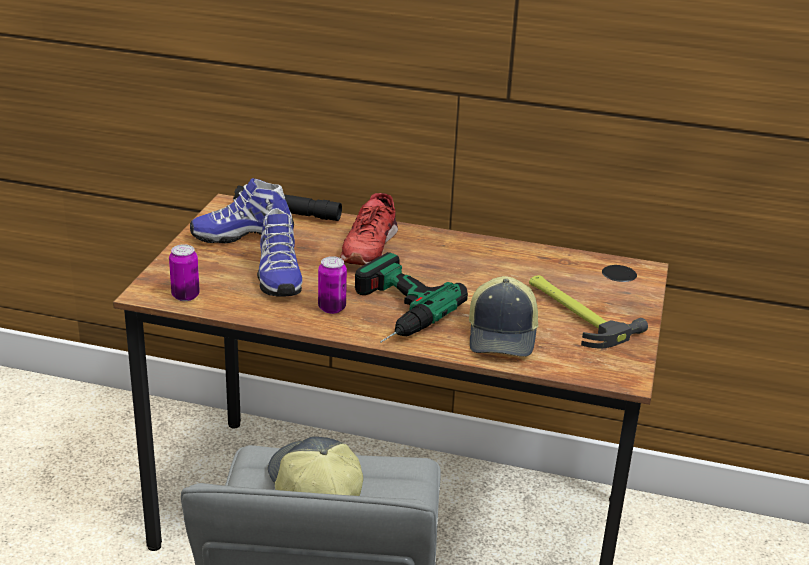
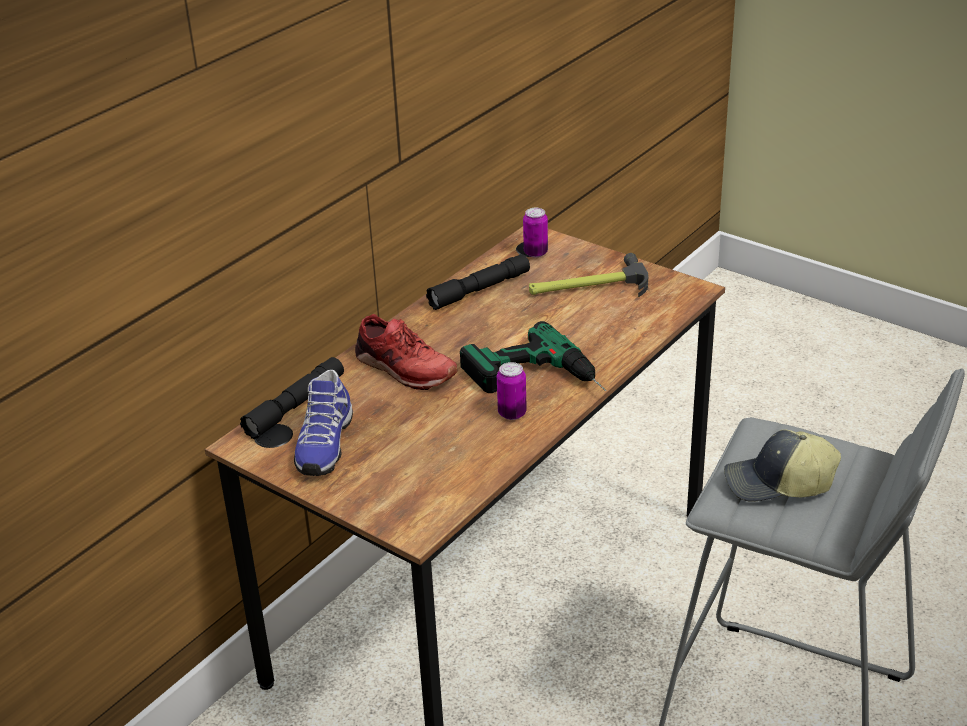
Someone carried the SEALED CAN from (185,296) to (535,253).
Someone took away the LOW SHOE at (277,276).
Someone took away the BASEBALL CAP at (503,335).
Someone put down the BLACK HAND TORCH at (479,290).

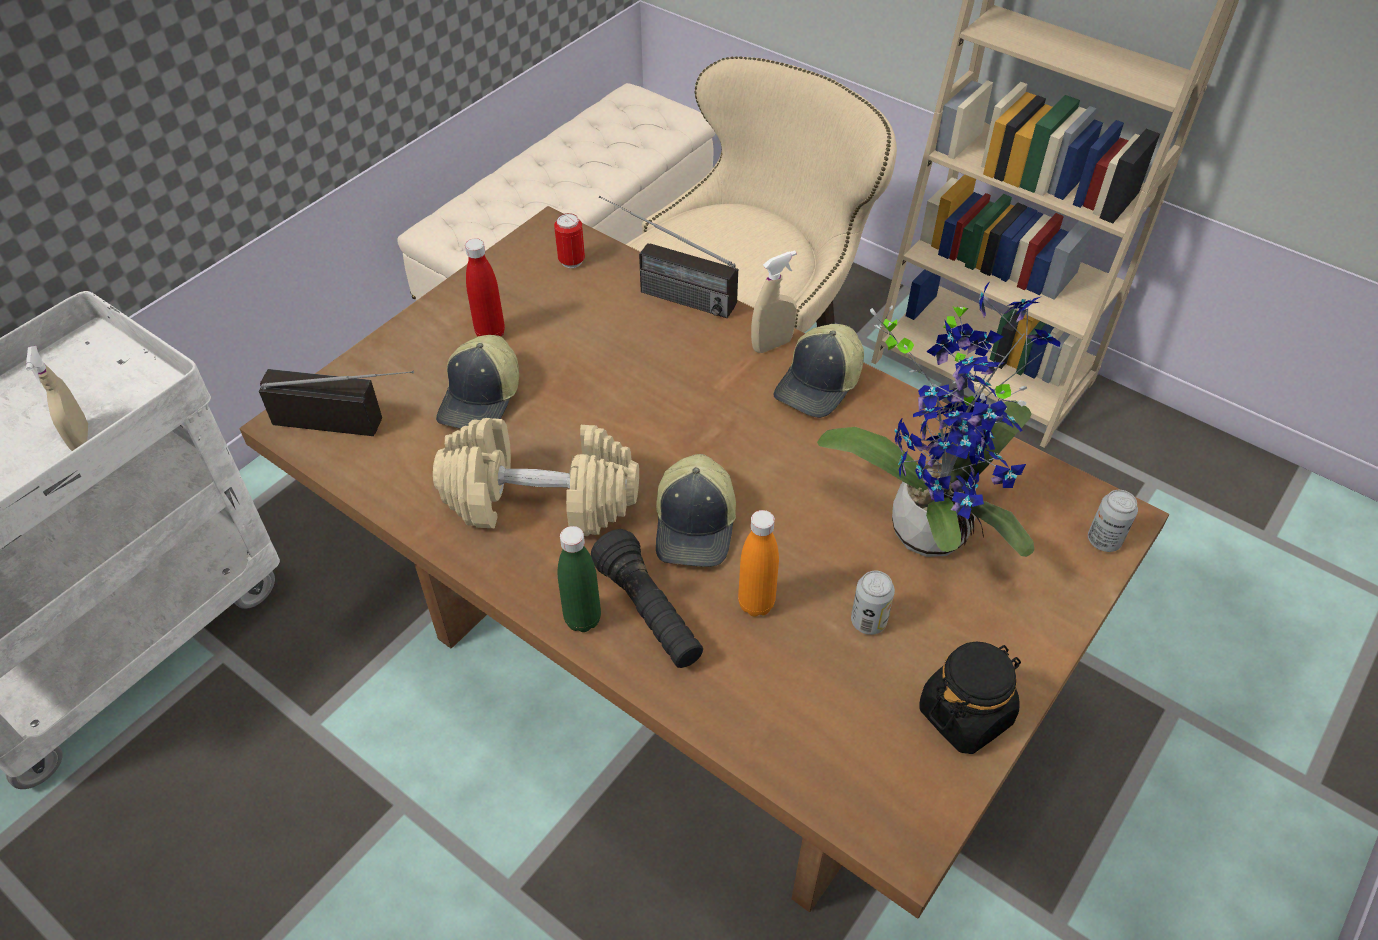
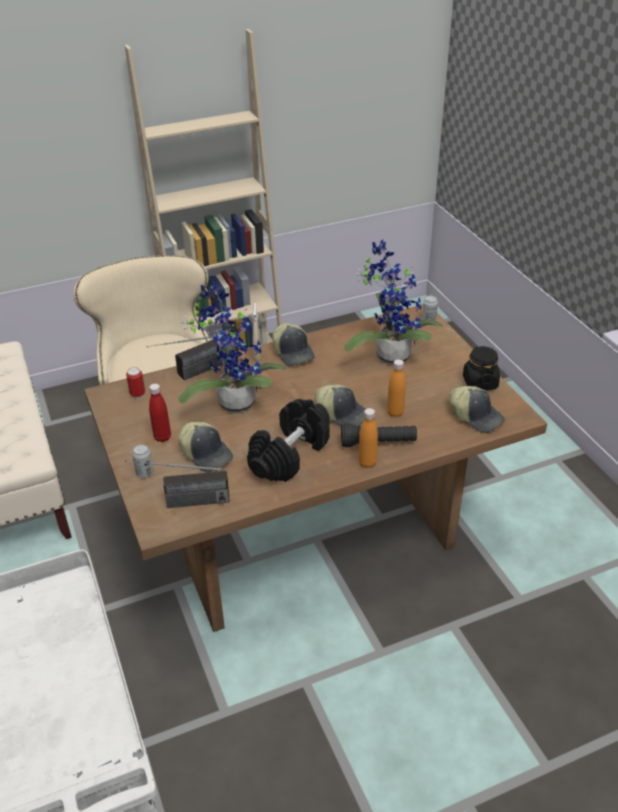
Someone took away the SAND-COLOURED SPRAY BOTTLE at (81,438).
Someone rotated the RADIO RECEIVER at (356,422) by 135 degrees counterclockwise.
Someone repainted the SAND-COLOURED DUMBBELL at (541,500), which became the BLACK DUMBBELL at (289,454).
Someone repainted the GREENISH BOTTLE at (582,619), which became the ORANGEY BOTTLE at (367,463).
Someone carried the SEALED CAN from (868,621) to (145,473).
Someone put down the POTTED PLANT at (233,401).
Someone put down the BASEBALL CAP at (476,416).

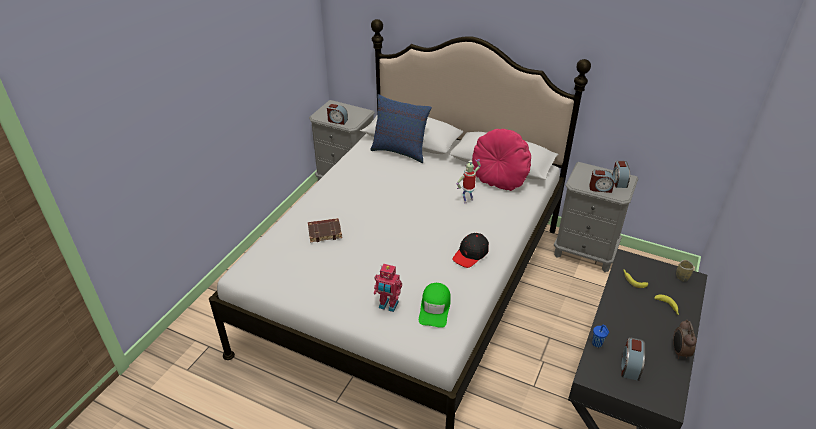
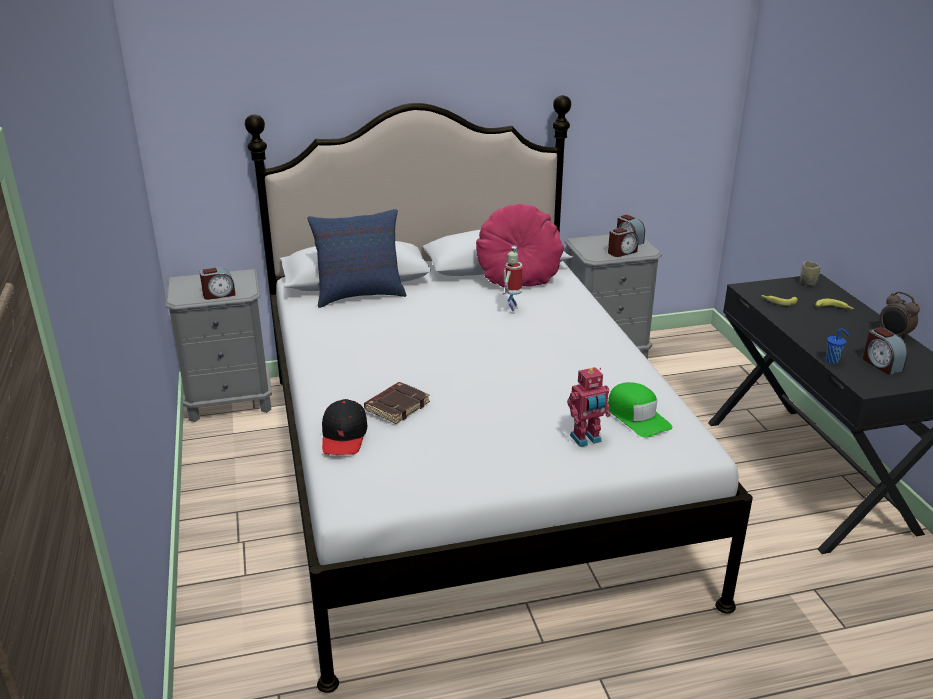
Someone carried the BLACK BASEBALL CAP from (471,254) to (344,436).

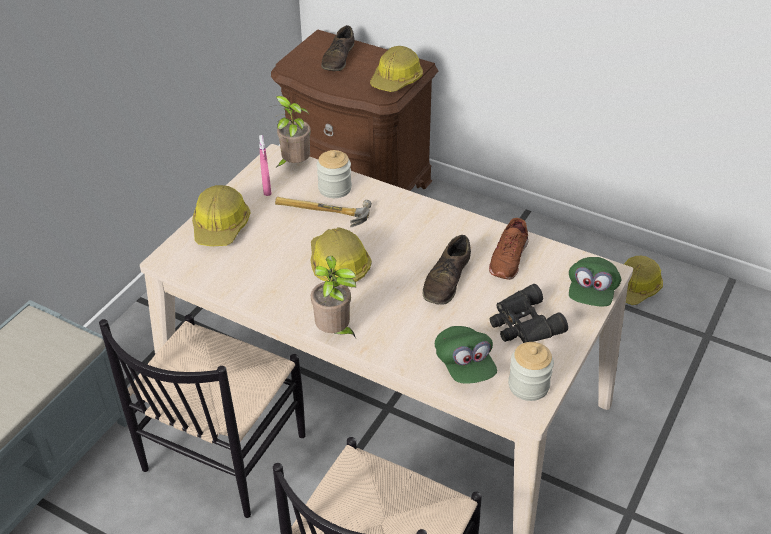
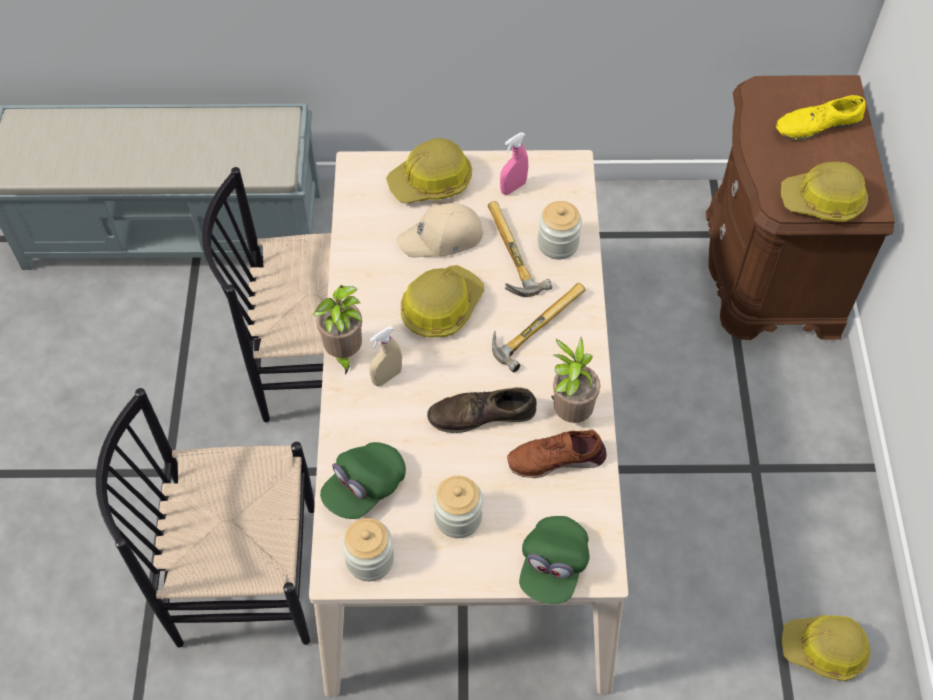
Someone carried the POTTED PLANT from (294,164) to (570,411).
Someone repainted the BROWN LOW SHOE at (338,58), which became the YELLOWISH LOW SHOE at (817,125).
Someone swapped the BLACK BINOCULARS at (523,324) for the STORAGE JAR at (458,517).
Someone rotated the GREENISH BASEBALL CAP at (591,293) by 60 degrees counterclockwise.
Someone put down the SAND-COLOURED SPRAY BOTTLE at (387,377).
Someone put down the SAND-COLOURED BASEBALL CAP at (442,238).
Someone put down the HAND HAMMER at (535,324).

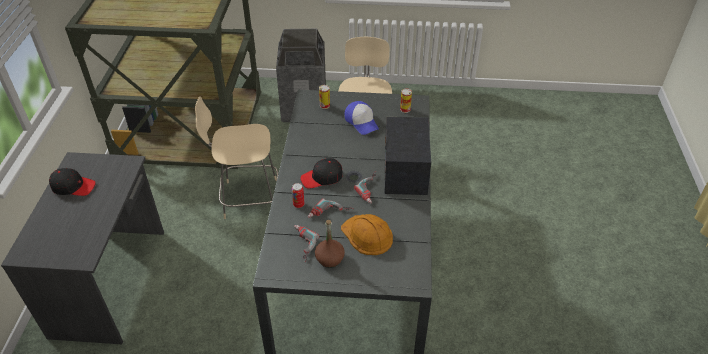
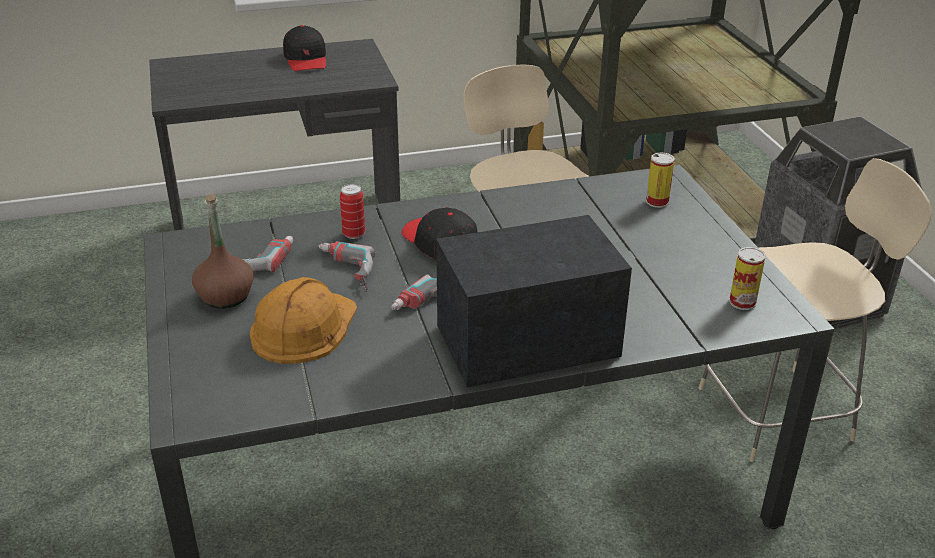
Someone took away the BASEBALL CAP at (361,122).

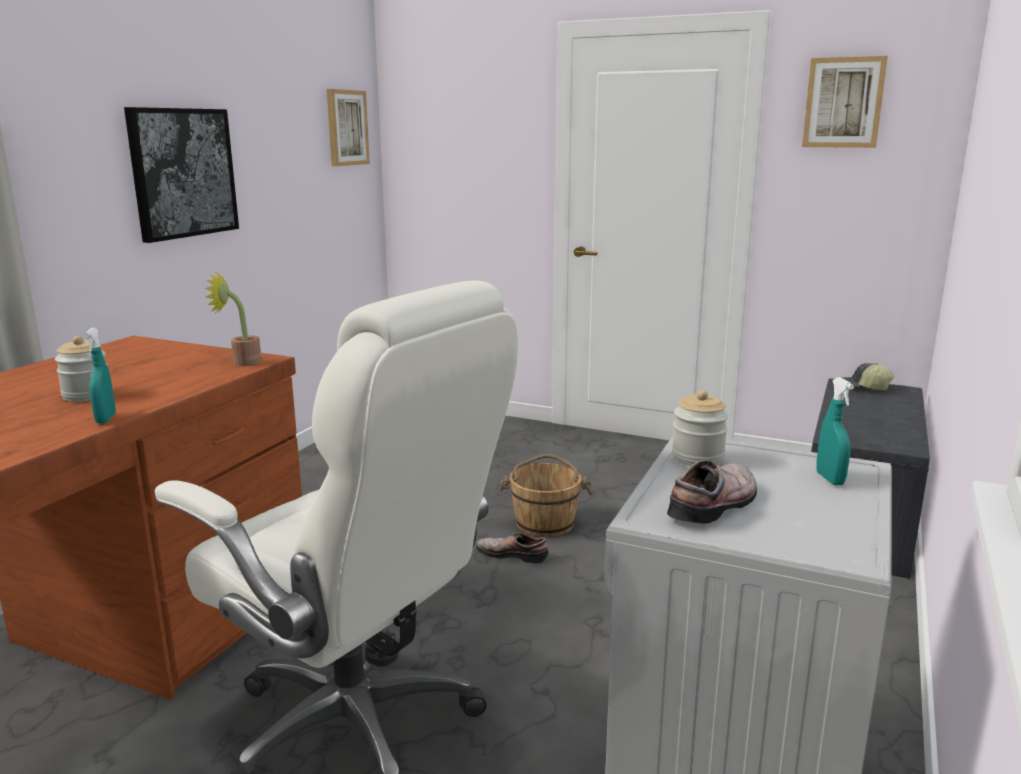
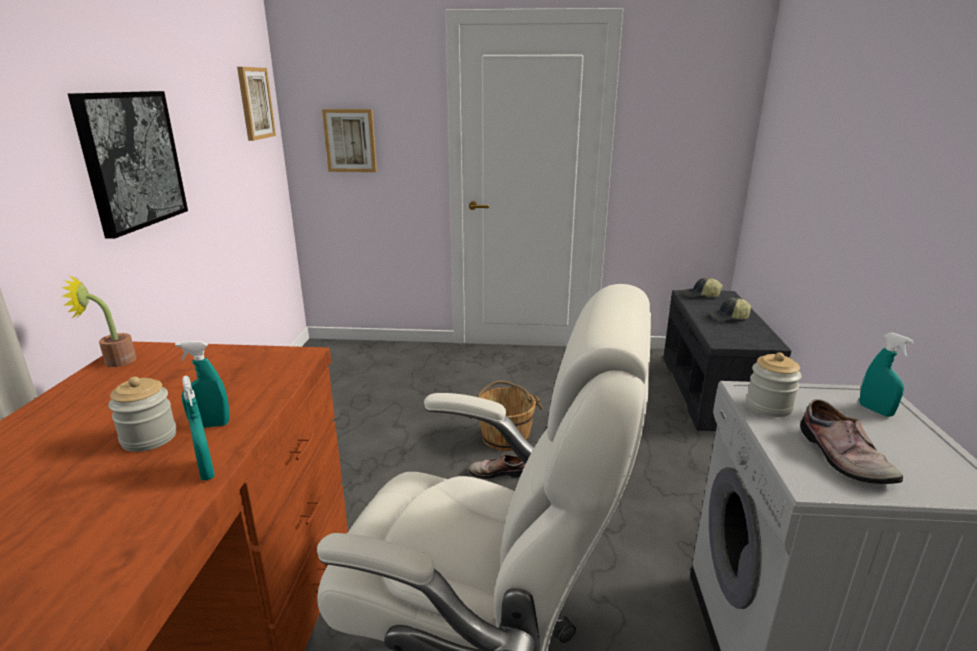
Someone carried the POTTED PLANT from (241,362) to (114,361).
Someone rotated the LOW SHOE at (716,504) by 150 degrees clockwise.
Someone carried the WALL PICTURE from (843,103) to (350,140).
Someone put down the BLUE-GREEN SPRAY BOTTLE at (210,425).
Someone put down the BASEBALL CAP at (728,318).

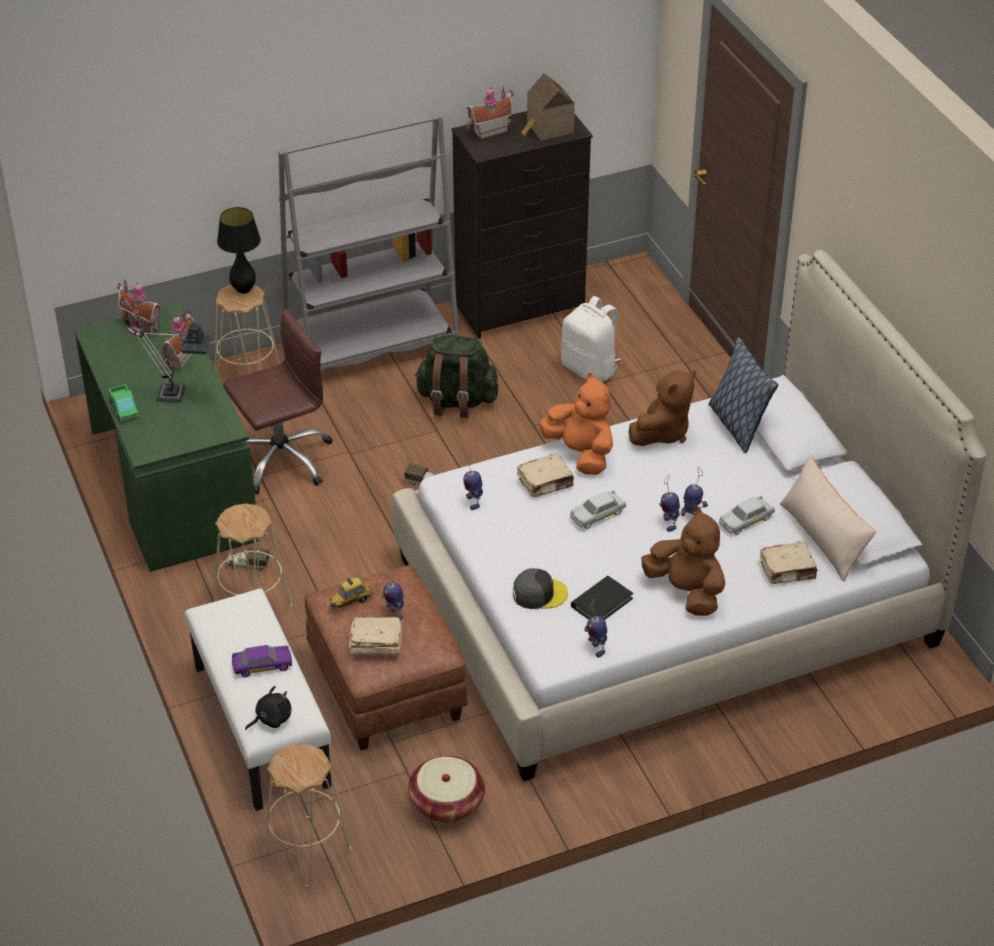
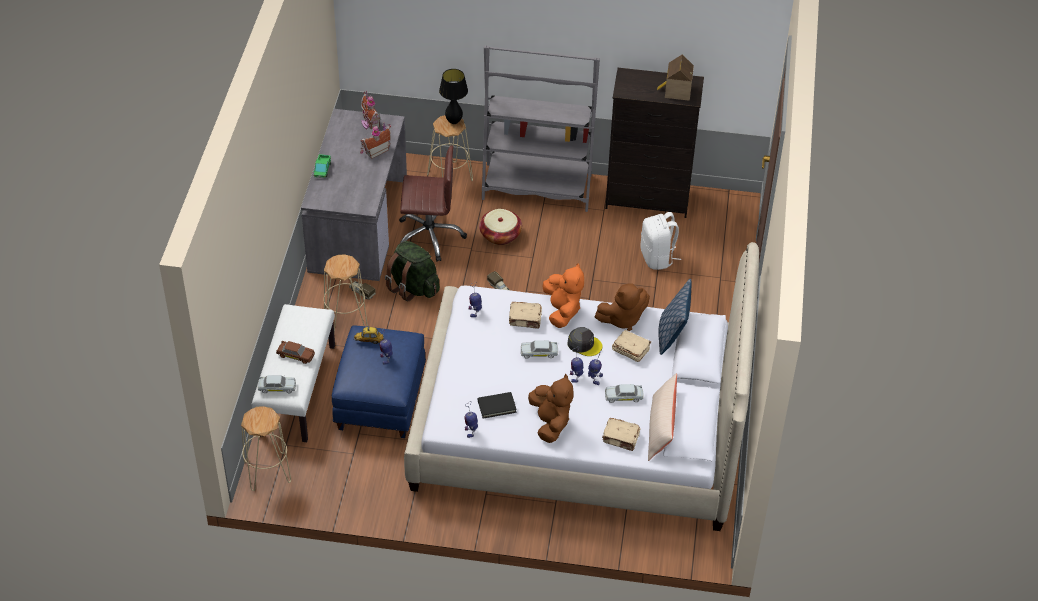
Someone repainted the GREENISH DESK TABLE at (171,484), which became the GRAY DESK TABLE at (357,224).
Someone took away the TABLETOP LAMP at (179,395).
Someone repainted the PURPLISH TOY CAR at (262,665), which became the BROWN TOY CAR at (295,355).
Someone swapped the BLACK CUDDLY TOY at (271,719) for the WHITE TOY CAR at (277,387).
Someone repainted the BROWN FOOTREST at (388,687), which became the BLUISH FOOTREST at (381,401).
Someone carried the SAND-COLOURED BOOK from (375,643) to (630,350).
Someone carried the HOUSEHOLD BASKET from (447,803) to (500,235).
Someone carried the GREENISH KNAPSACK from (456,401) to (413,287).
Someone took away the TOY HOUSE at (488,130).
Someone carried the GRAY BASEBALL CAP from (539,593) to (584,344).

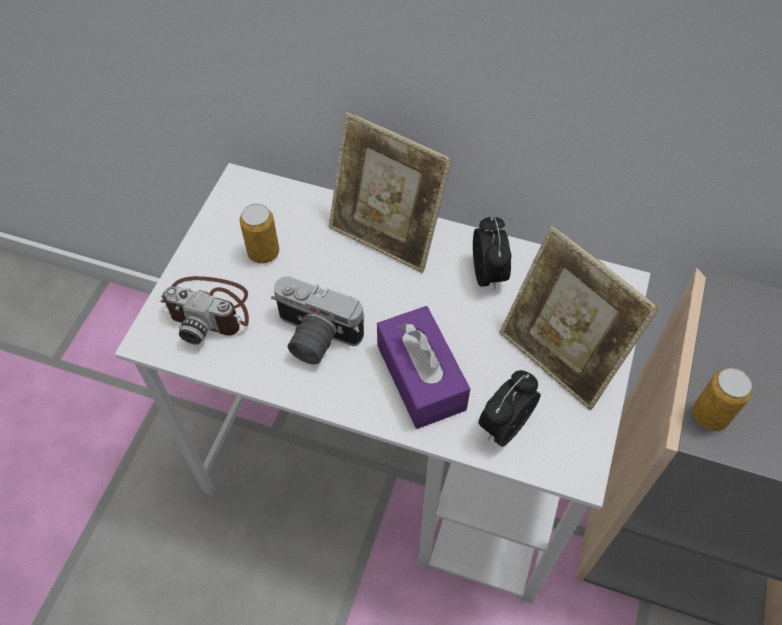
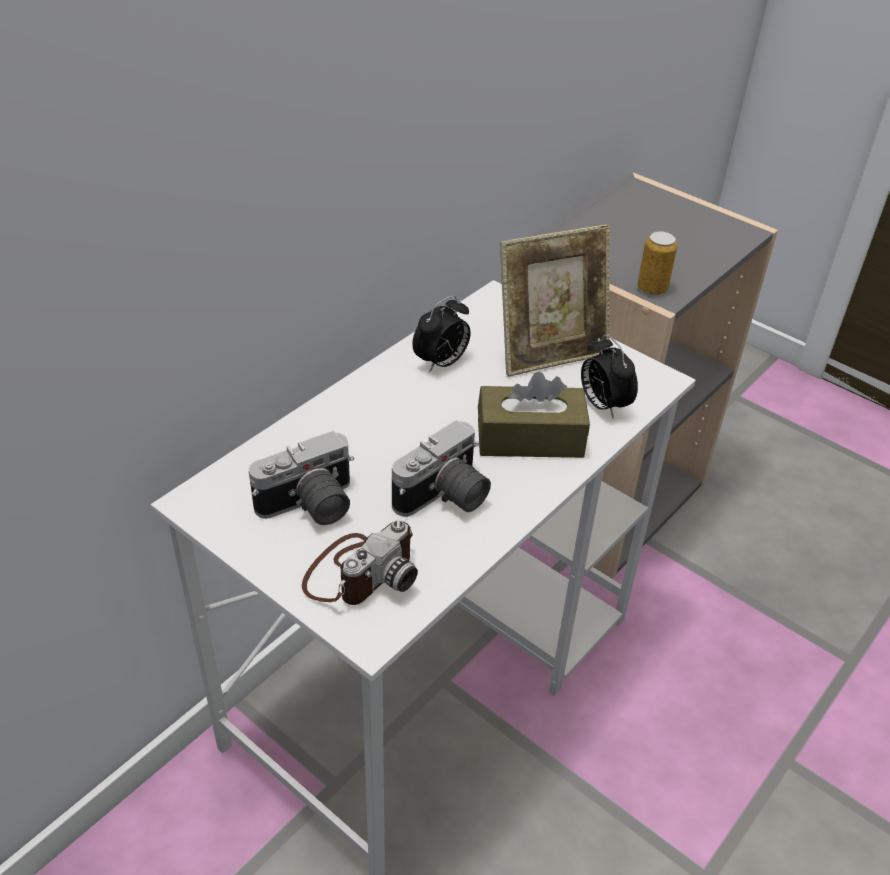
Someone swapped the SEALED CAN at (263,253) for the STILL CAMERA at (310,507).
Someone took away the STANDING FRAME at (386,236).
Someone repainted the PURPLISH TISSUE BOX at (421,377), which became the BROWN TISSUE BOX at (530,438).
Someone rotated the BEDSIDE CLOCK at (488,275) by 120 degrees clockwise.

